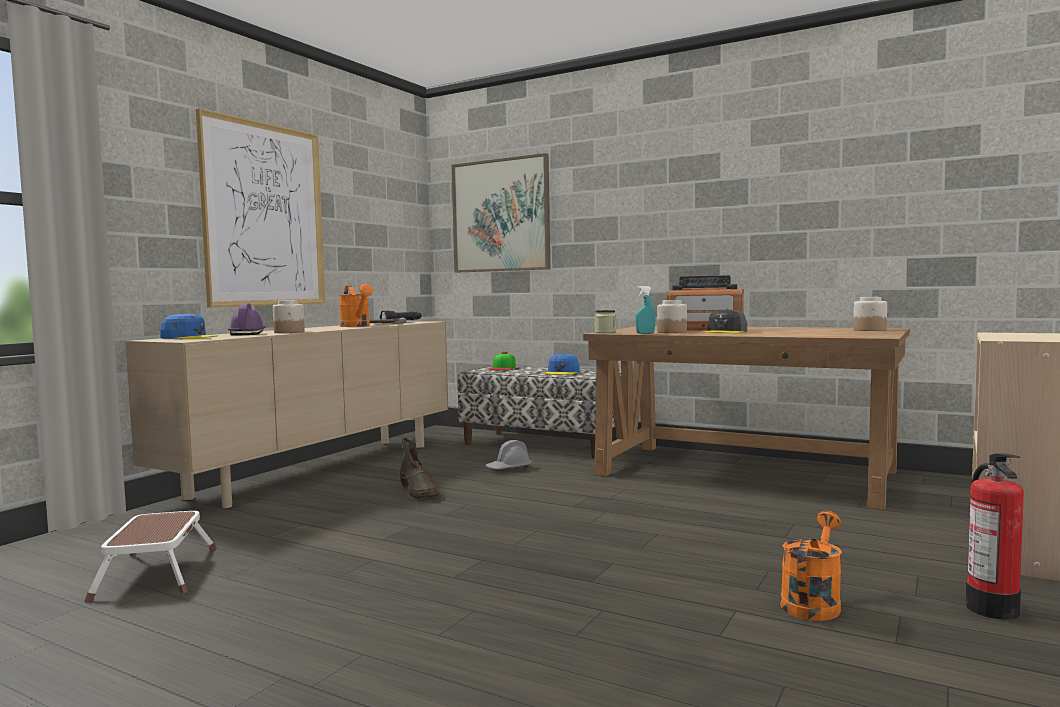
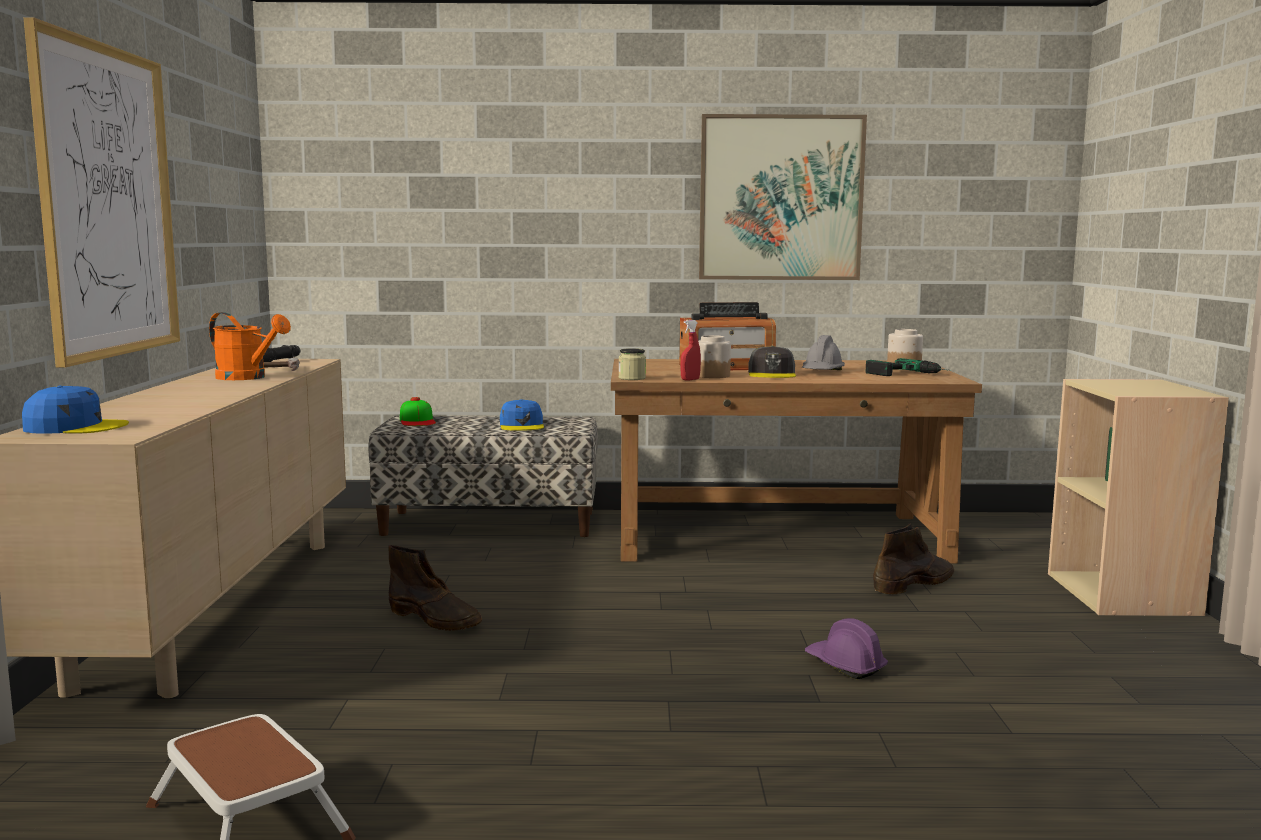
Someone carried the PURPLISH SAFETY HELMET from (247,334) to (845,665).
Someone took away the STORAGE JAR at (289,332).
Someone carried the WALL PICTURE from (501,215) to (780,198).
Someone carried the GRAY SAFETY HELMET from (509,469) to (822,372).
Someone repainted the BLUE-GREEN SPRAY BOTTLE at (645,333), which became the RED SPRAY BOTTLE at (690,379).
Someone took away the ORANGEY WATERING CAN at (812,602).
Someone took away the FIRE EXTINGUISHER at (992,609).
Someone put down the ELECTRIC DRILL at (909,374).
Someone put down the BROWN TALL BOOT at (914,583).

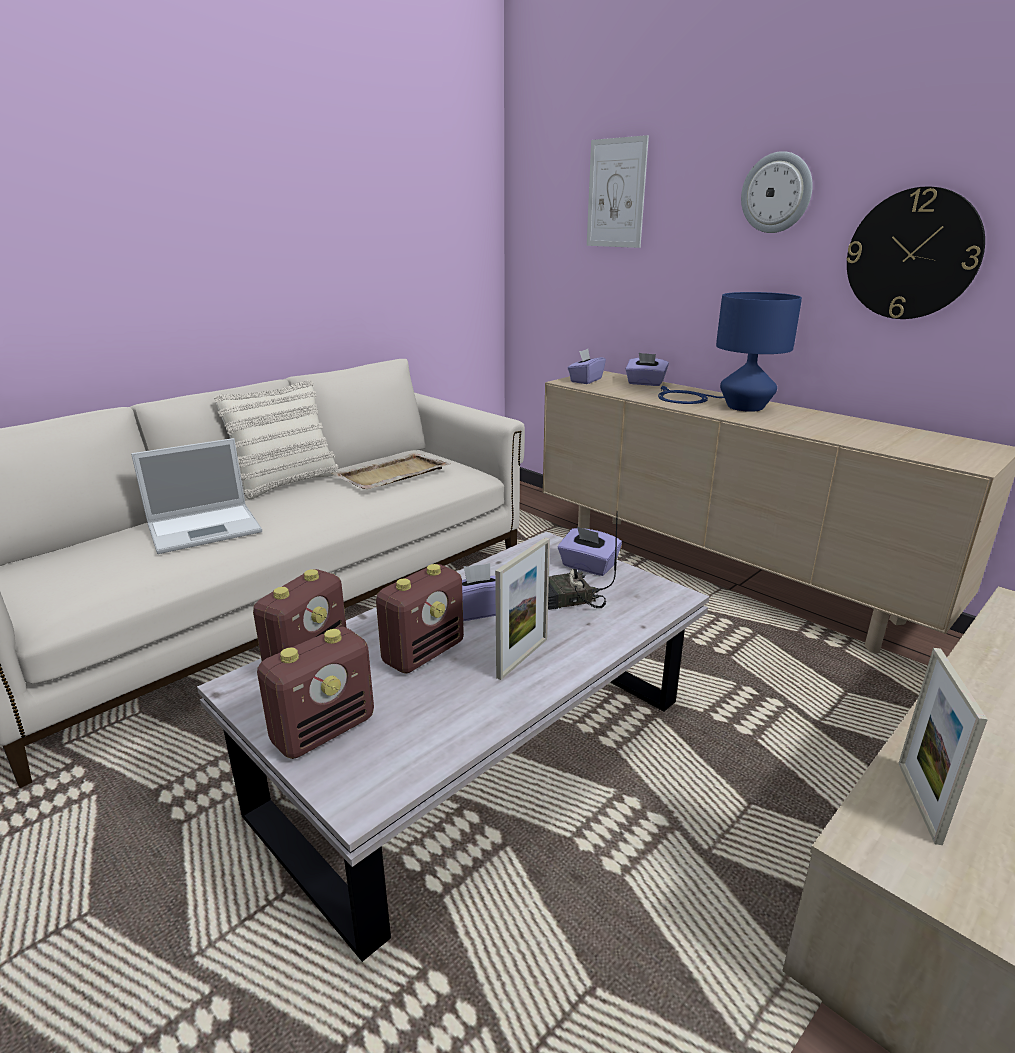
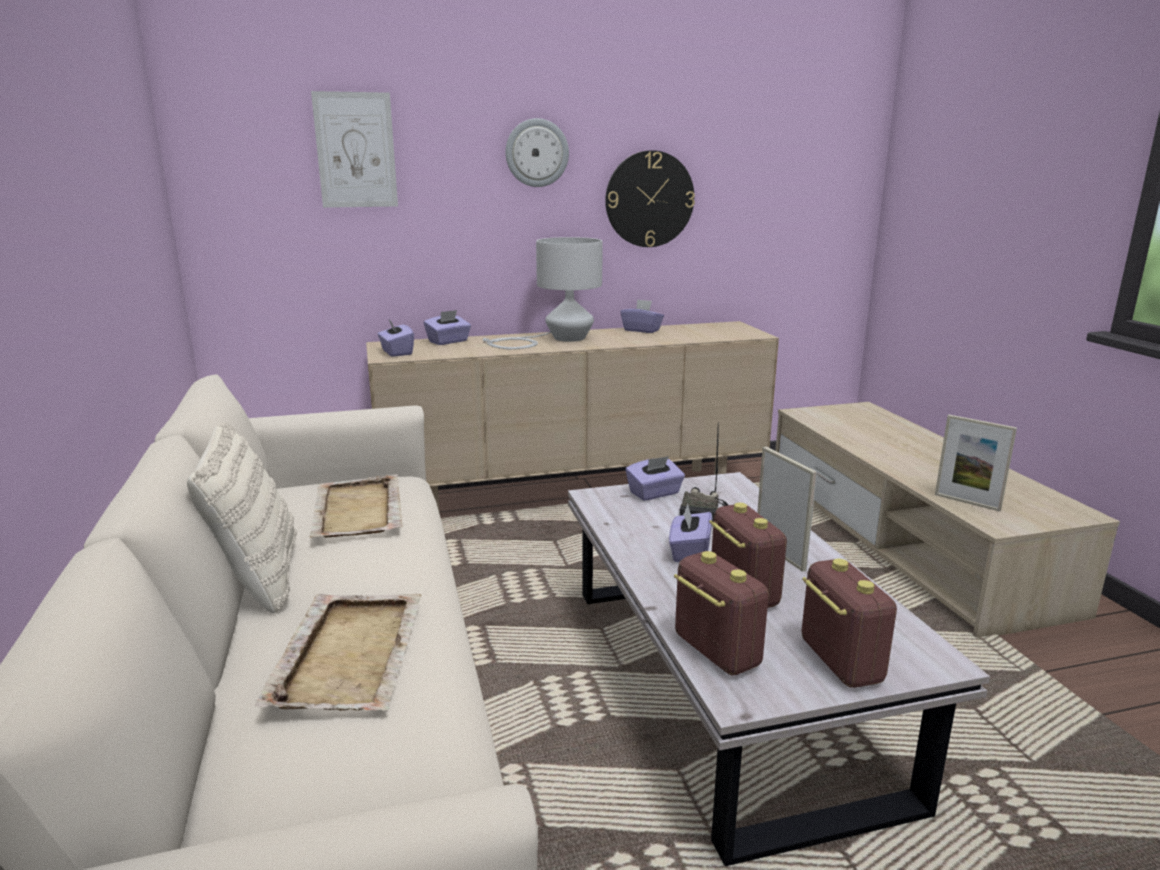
Someone swapped the NOTEBOOK COMPUTER at (207,528) for the SAND-COLOURED TRAY at (349,653).
Someone repainted the BLUISH TABLETOP LAMP at (720,403), which became the WHITE TABLETOP LAMP at (547,340).
Someone put down the PURPLISH TISSUE BOX at (642,330).

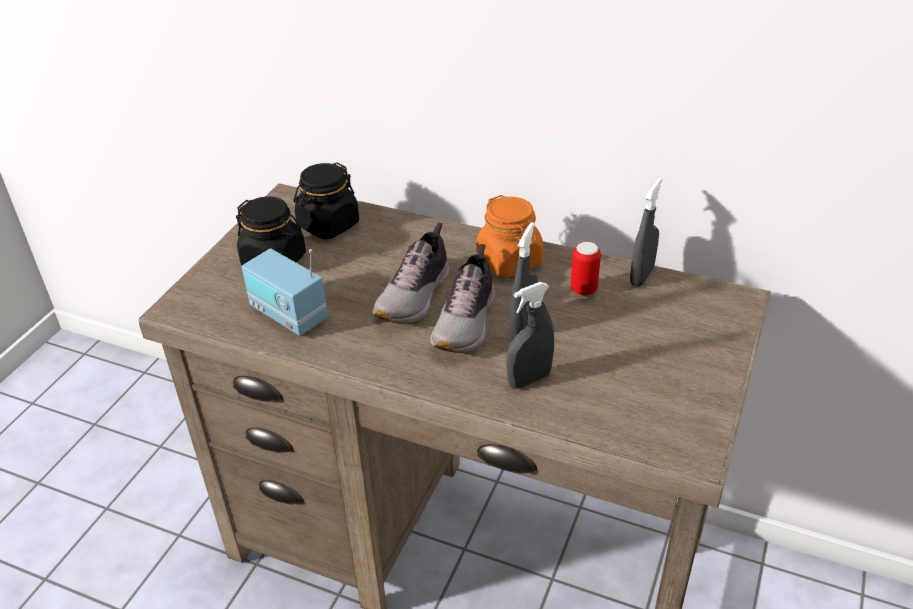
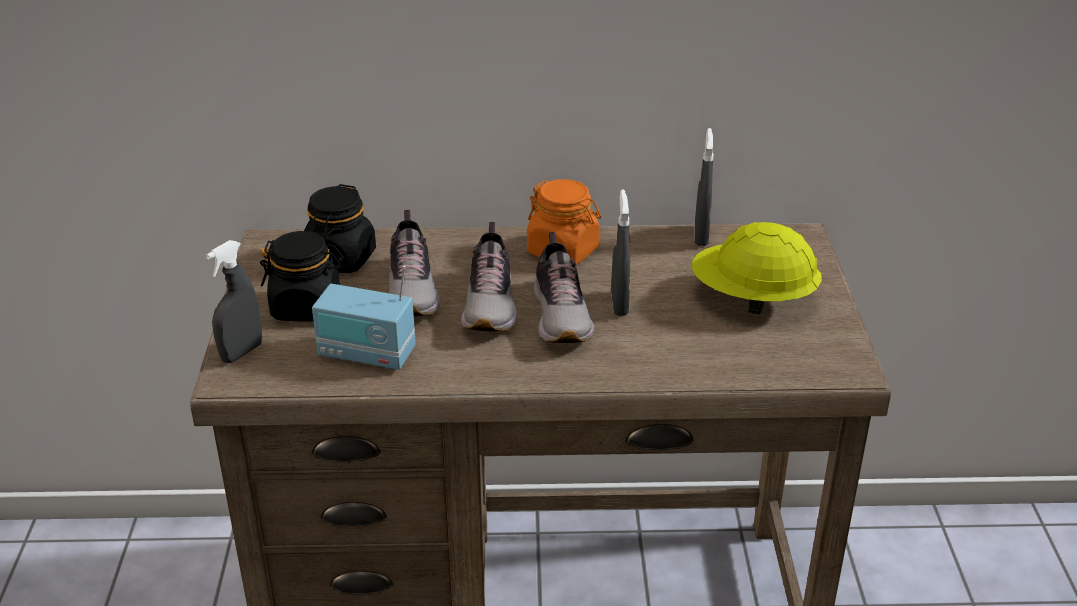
Someone carried the GRAY SPRAY BOTTLE from (529,380) to (241,352).
Someone took away the SEALED CAN at (583,290).
Someone put down the LOW SHOE at (412,290).
Someone put down the YELLOWISH SAFETY HELMET at (752,299).

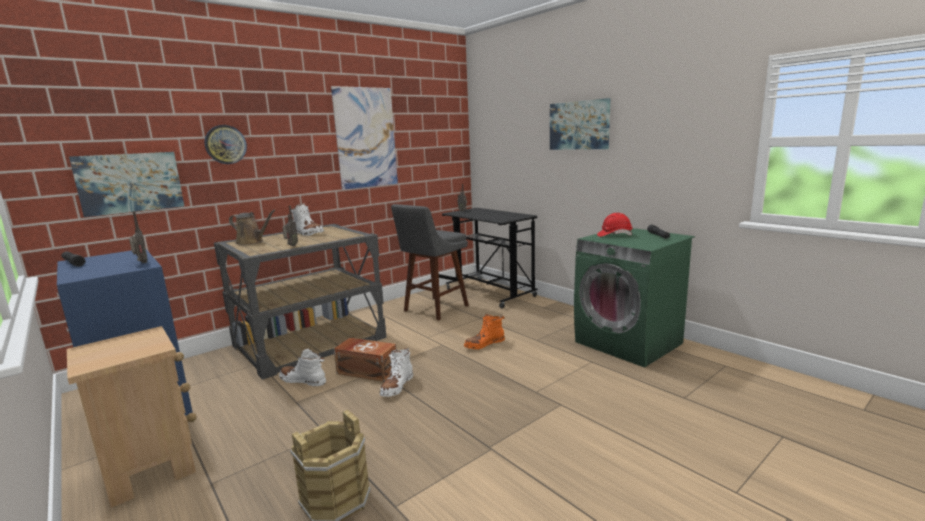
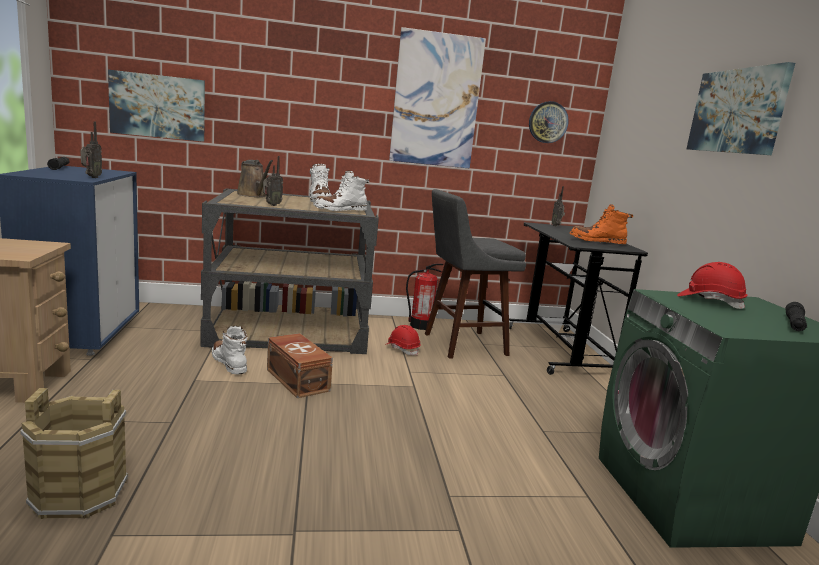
Someone carried the CLOCK ON THE WALL from (225,144) to (548,122).
Someone carried the WHITE TALL BOOT from (397,386) to (340,210).
Someone carried the ORANGEY TALL BOOT from (484,344) to (597,241).
Someone put down the RED SAFETY HELMET at (402,349).
Someone put down the FIRE EXTINGUISHER at (420,325).

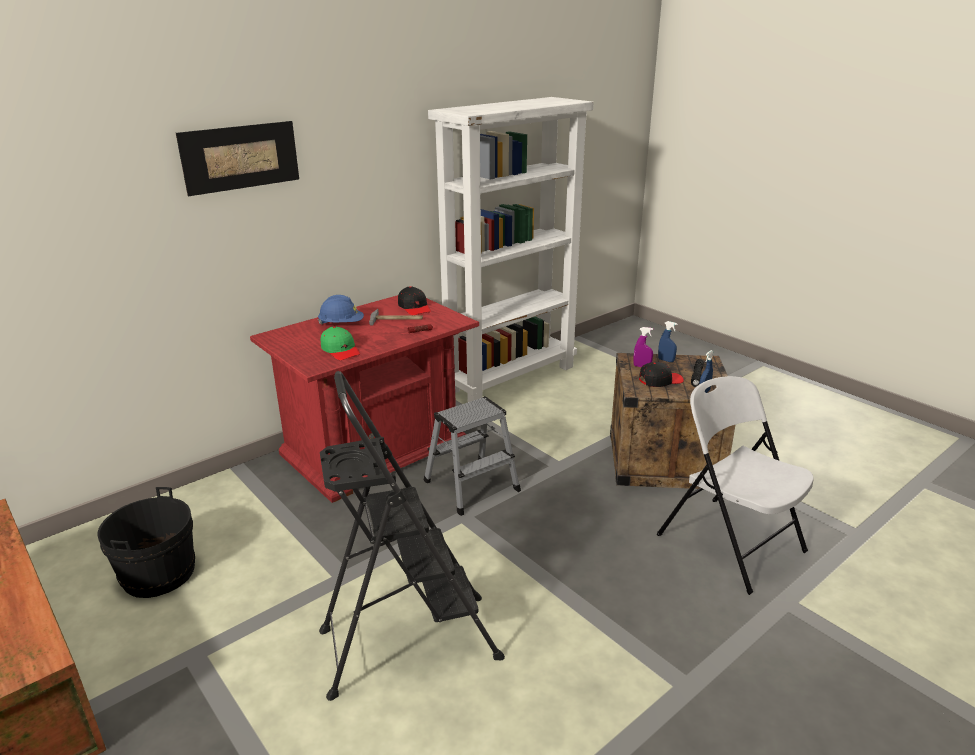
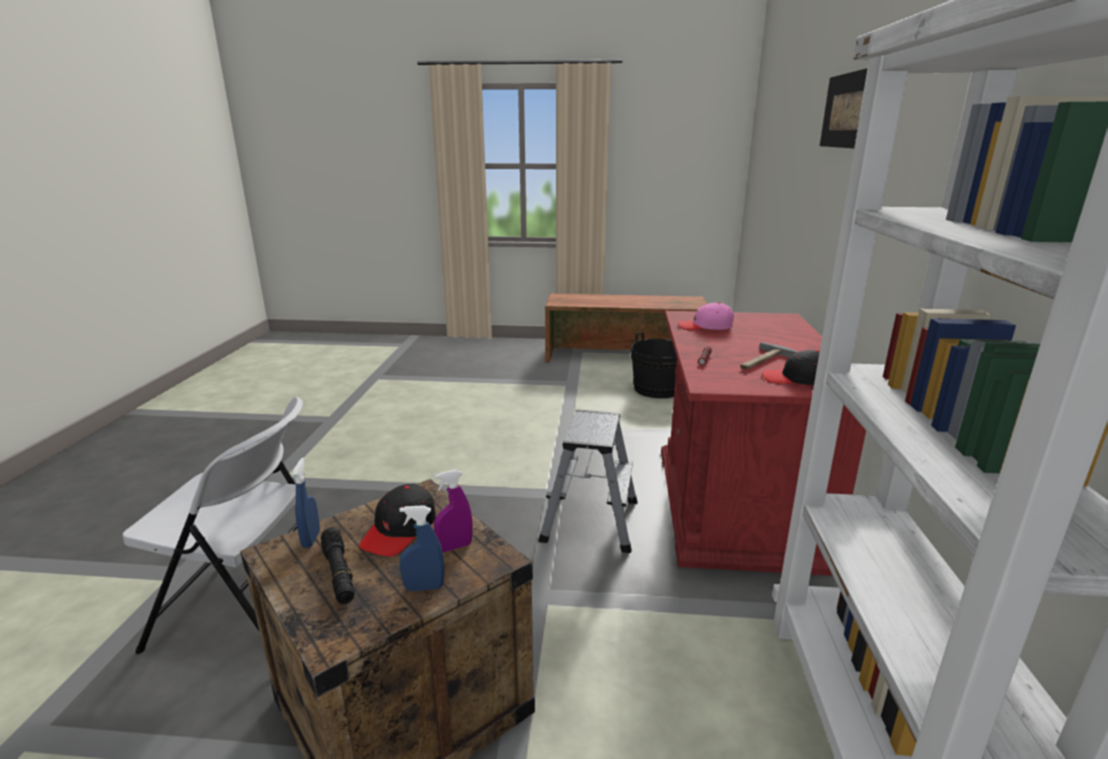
Someone took away the BLUISH SAFETY HELMET at (341,324).
Someone took away the STEP LADDER at (407,643).
Someone repainted the GREENISH BASEBALL CAP at (340,350), which became the PINKISH BASEBALL CAP at (705,326).

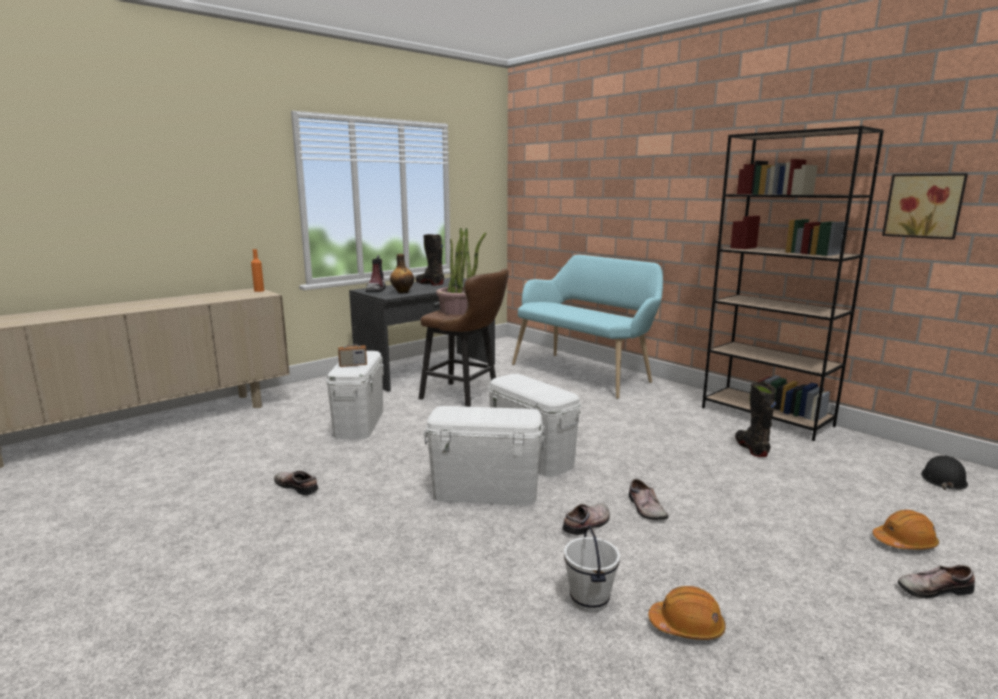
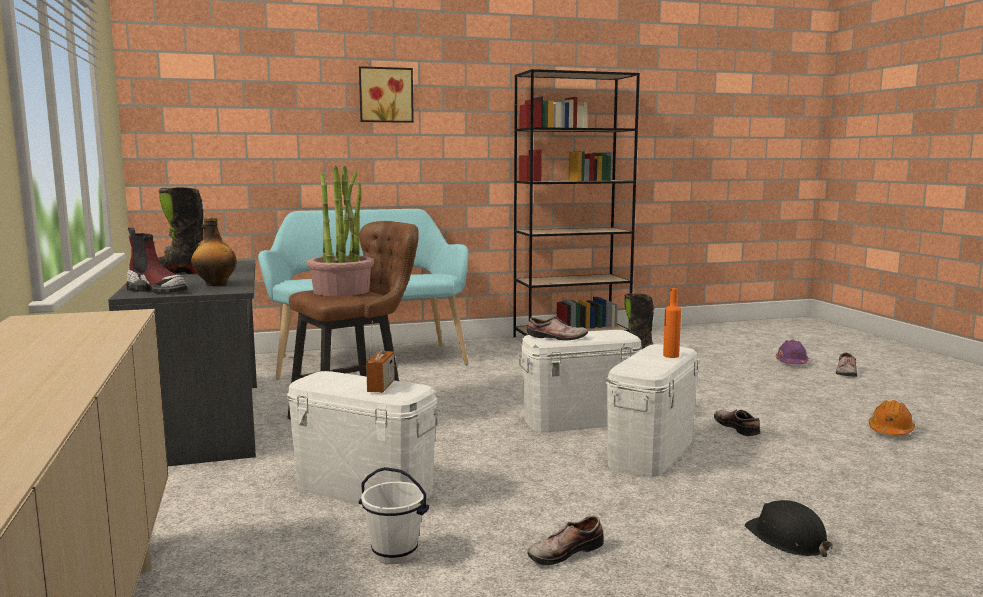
Someone carried the ORANGEY BOTTLE from (259,291) to (671,355).
Someone carried the WHITE WATER BUCKET from (590,600) to (395,553).
Someone carried the LOW SHOE from (645,508) to (557,338).
Someone repainted the ORANGEY SAFETY HELMET at (904,542), which became the PURPLISH SAFETY HELMET at (791,363).
Someone carried the WALL PICTURE from (924,206) to (385,95).
Someone carried the BLACK SAFETY HELMET from (943,479) to (787,538).

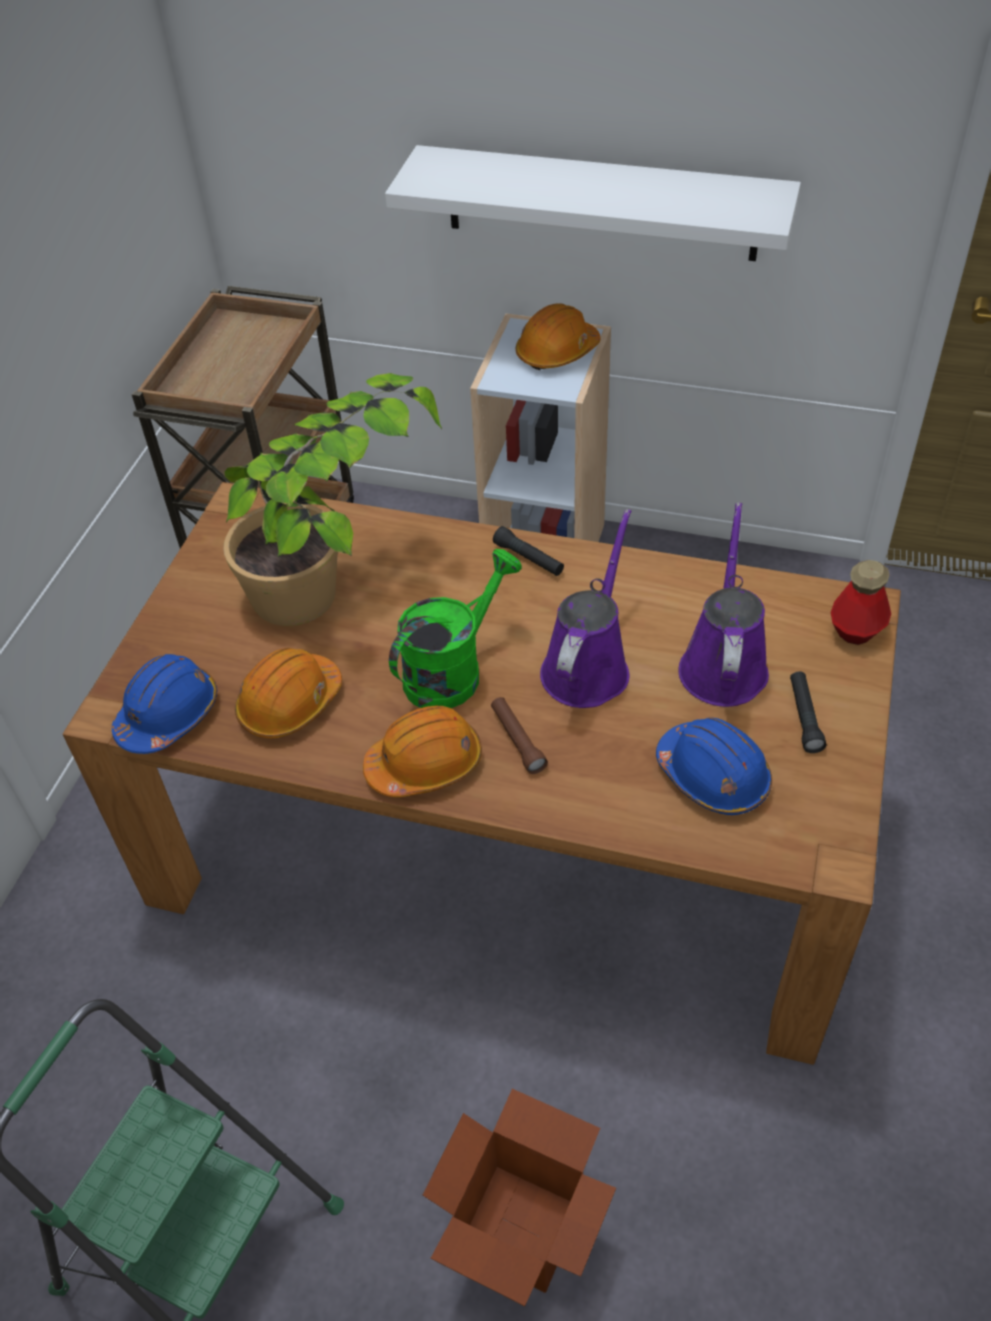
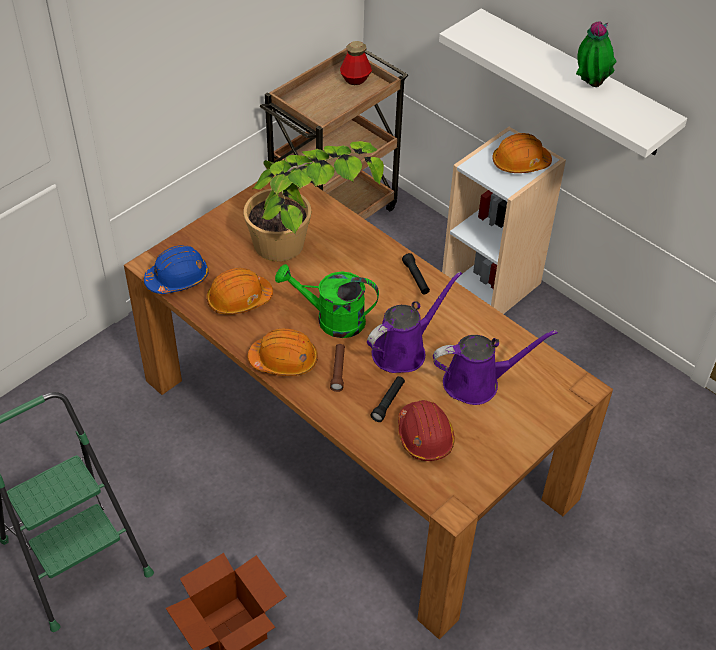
Someone rotated the GREENISH WATERING CAN at (452,670) by 150 degrees counterclockwise.
Someone repainted the BLUISH SAFETY HELMET at (713,776), which became the RED SAFETY HELMET at (424,436).
Someone rotated the PURPLISH WATERING CAN at (723,664) by 45 degrees clockwise.
Someone carried the BLACK HAND TORCH from (804,717) to (388,402).
Someone carried the BOTTLE from (856,630) to (355,79).
Someone put down the POTTED PLANT at (589,84).

